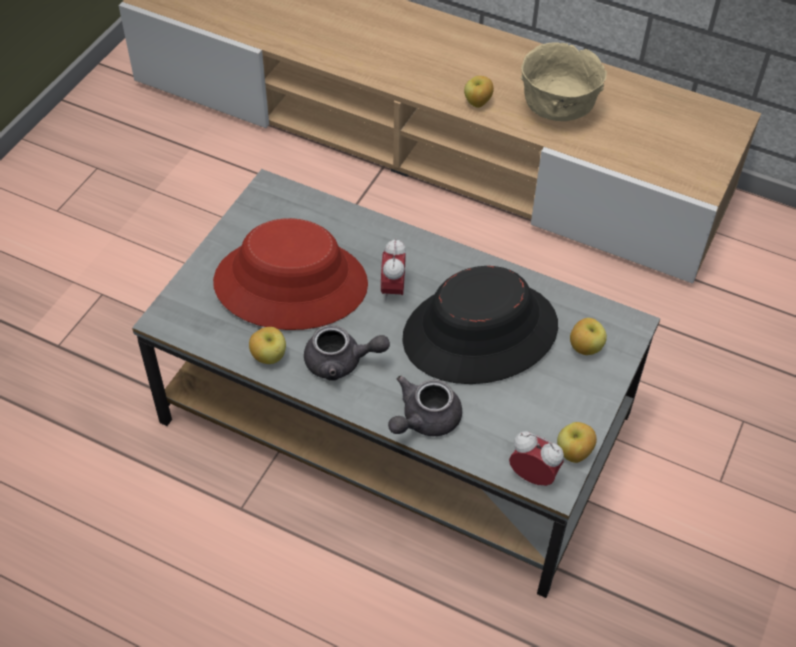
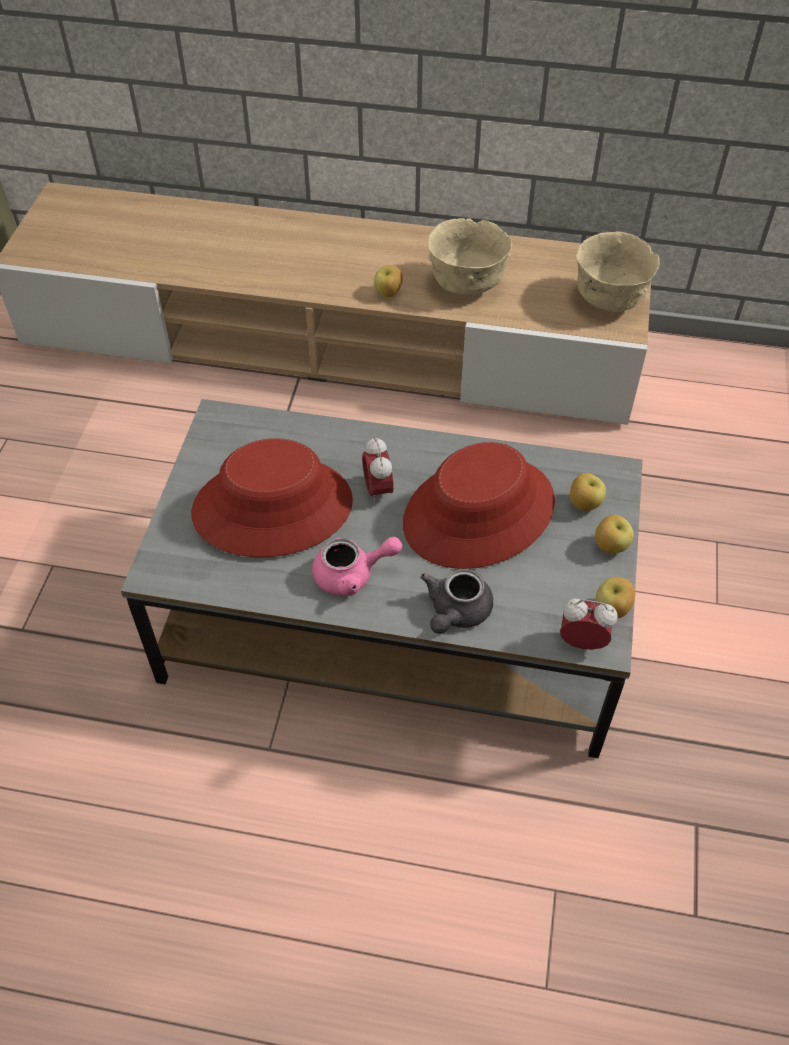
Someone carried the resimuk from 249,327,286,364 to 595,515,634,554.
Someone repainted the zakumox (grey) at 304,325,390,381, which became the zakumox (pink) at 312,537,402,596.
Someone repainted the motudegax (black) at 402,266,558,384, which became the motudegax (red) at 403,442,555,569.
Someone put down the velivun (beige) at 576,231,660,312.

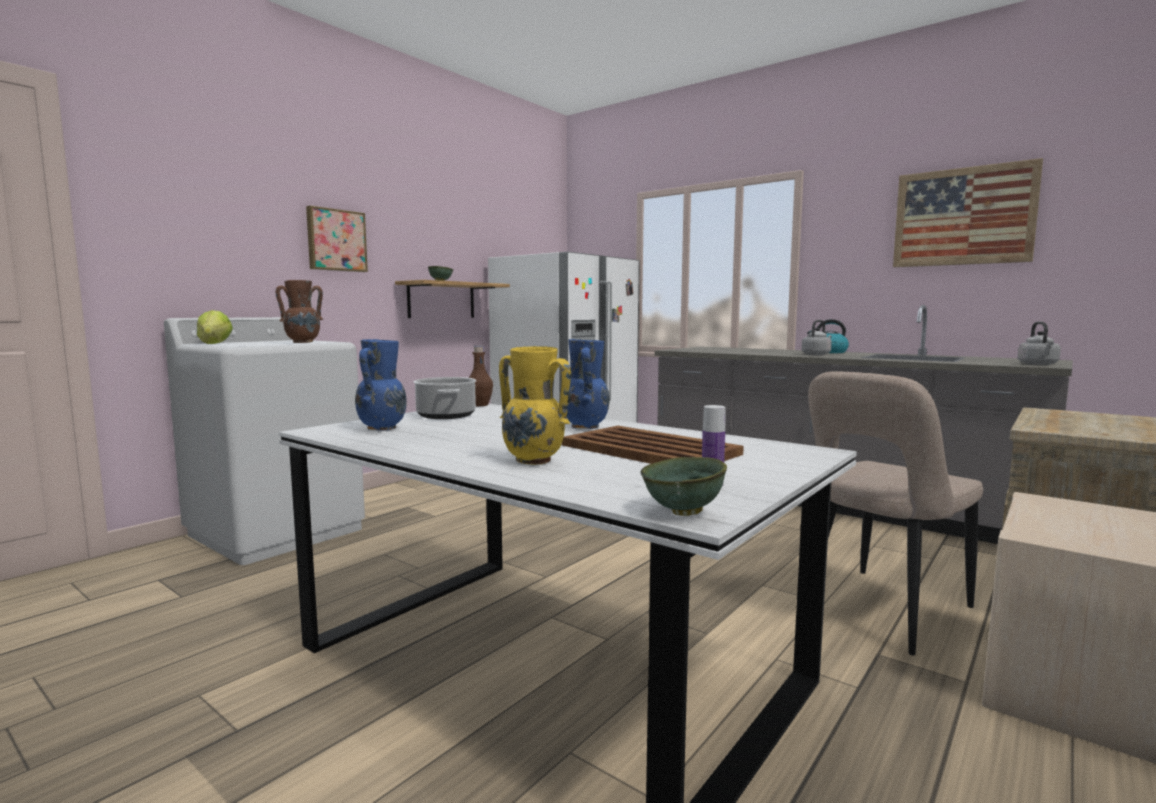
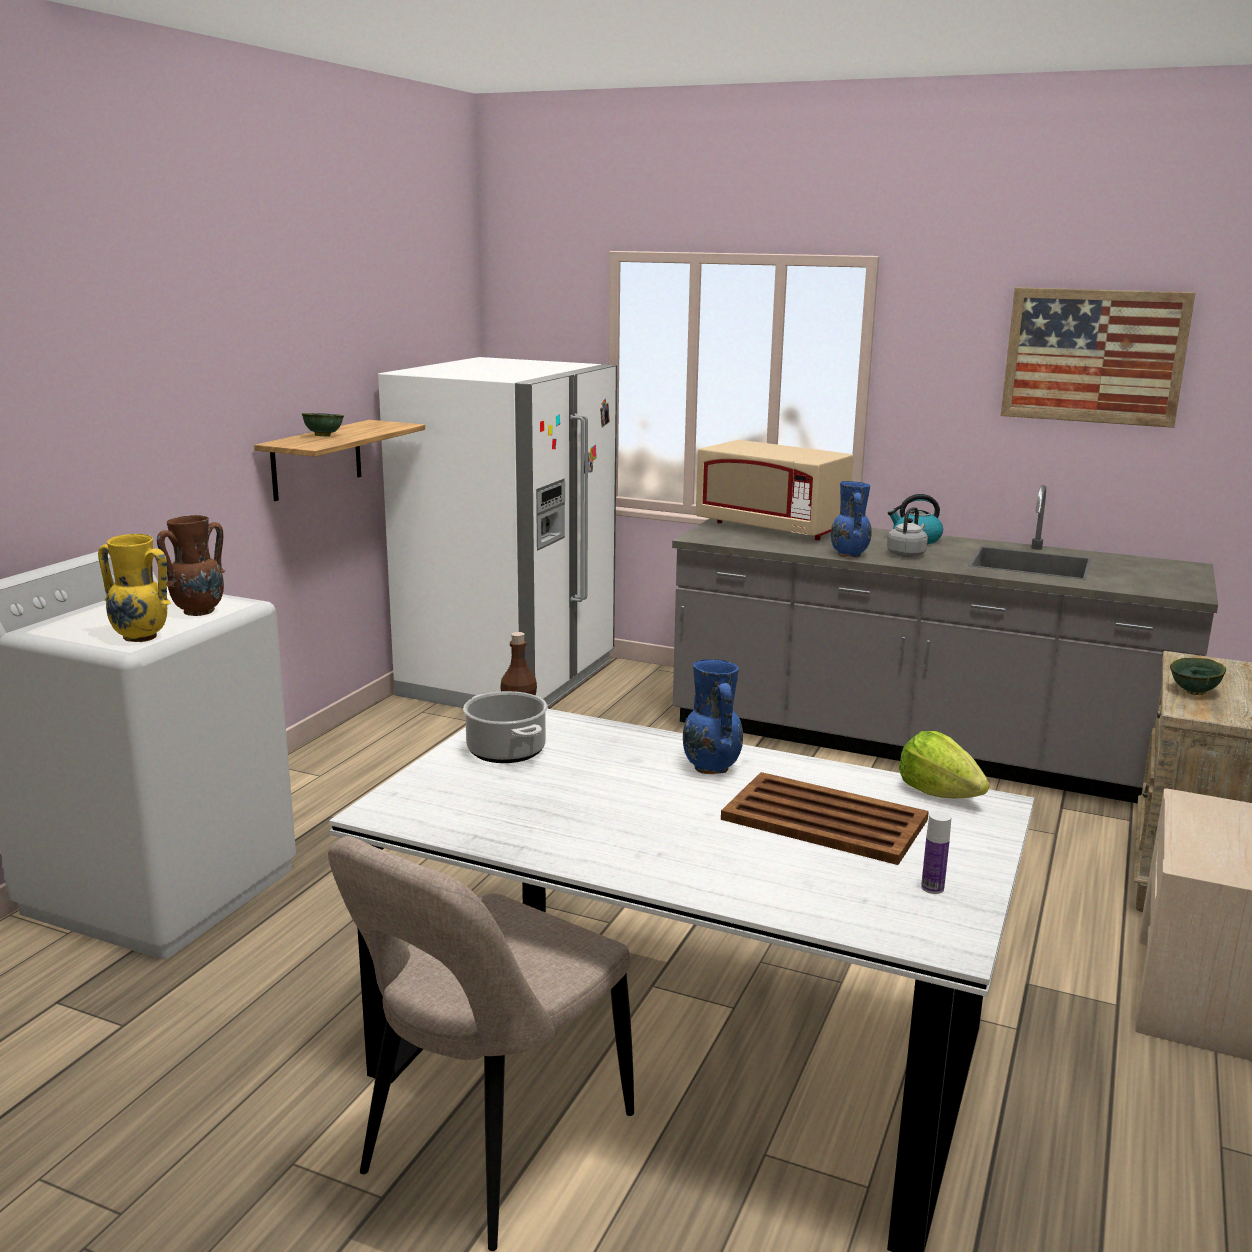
Someone carried the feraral from 197,310,233,344 to 899,731,990,798.
Someone took away the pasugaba at 306,206,368,272.
Someone carried the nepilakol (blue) from 355,339,407,431 to 831,481,872,557.
Someone carried the nepilakol (yellow) from 499,346,571,465 to 98,534,171,642.
Someone carried the velivun (green) from 641,457,727,516 to 1170,658,1226,695.
Someone carried the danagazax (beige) from 808,371,983,655 to 328,836,634,1251.
Someone took away the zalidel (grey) at 1017,321,1061,365.
Someone put down the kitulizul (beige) at 696,440,854,540.

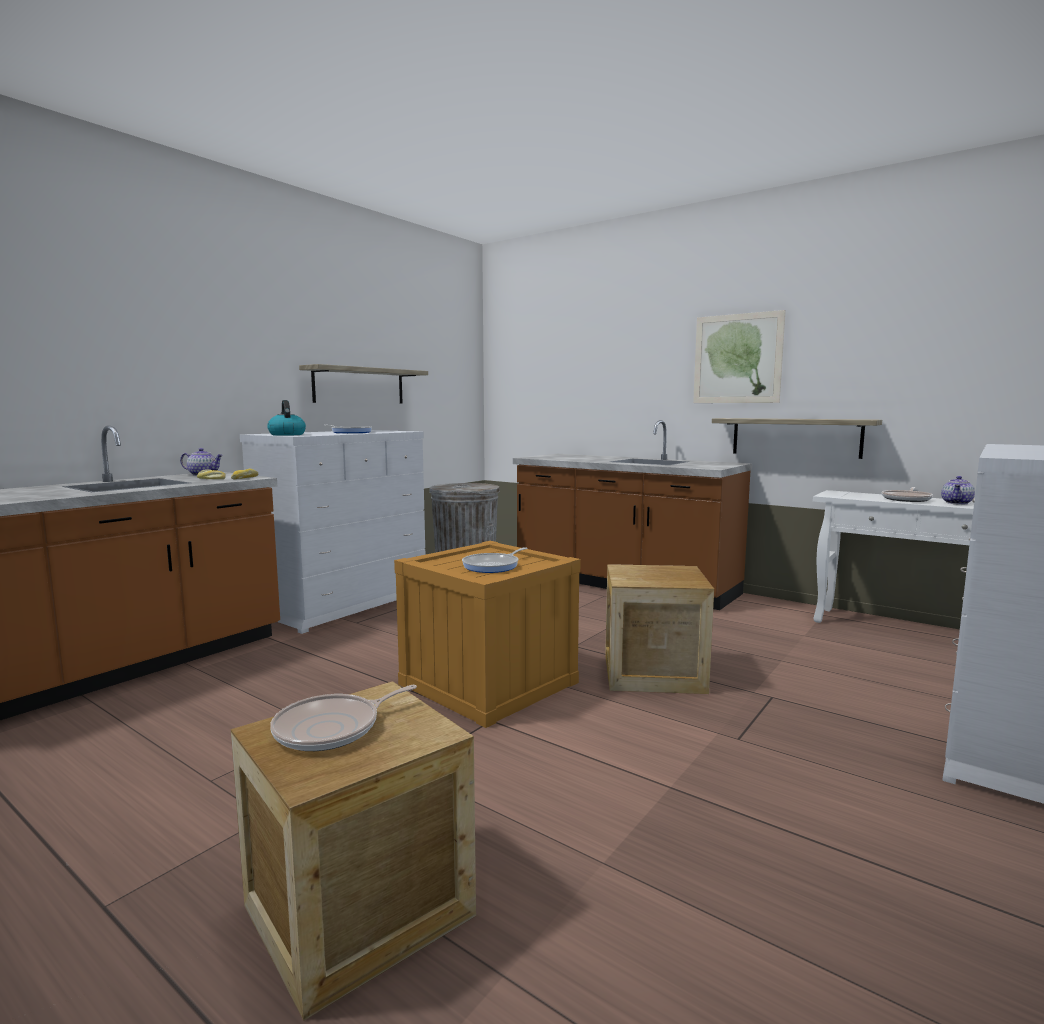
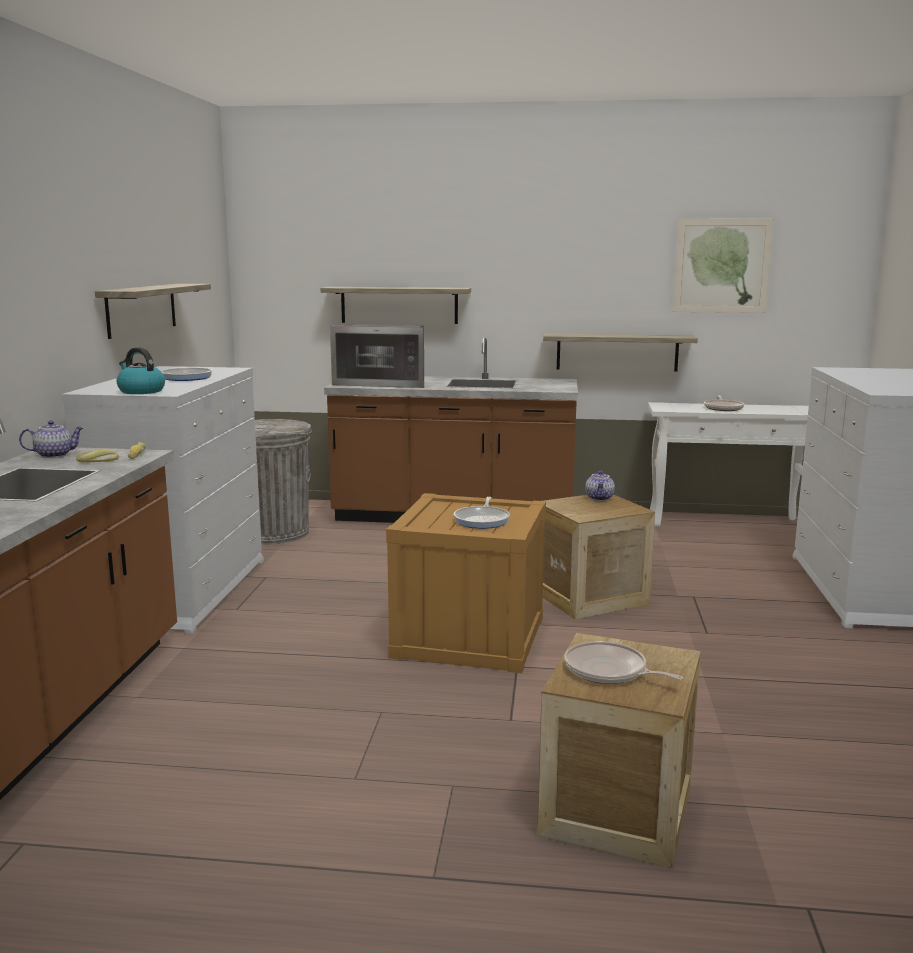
Someone rotated the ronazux at 270,685,417,751 by 105 degrees clockwise.
Someone carried the pasugaba from 693,310,785,403 to 673,219,774,313.
Someone carried the zakumox from 941,476,975,505 to 585,471,615,501.
Someone put up the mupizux at 321,287,471,324.
Someone put down the kitulizul at 330,324,424,388.

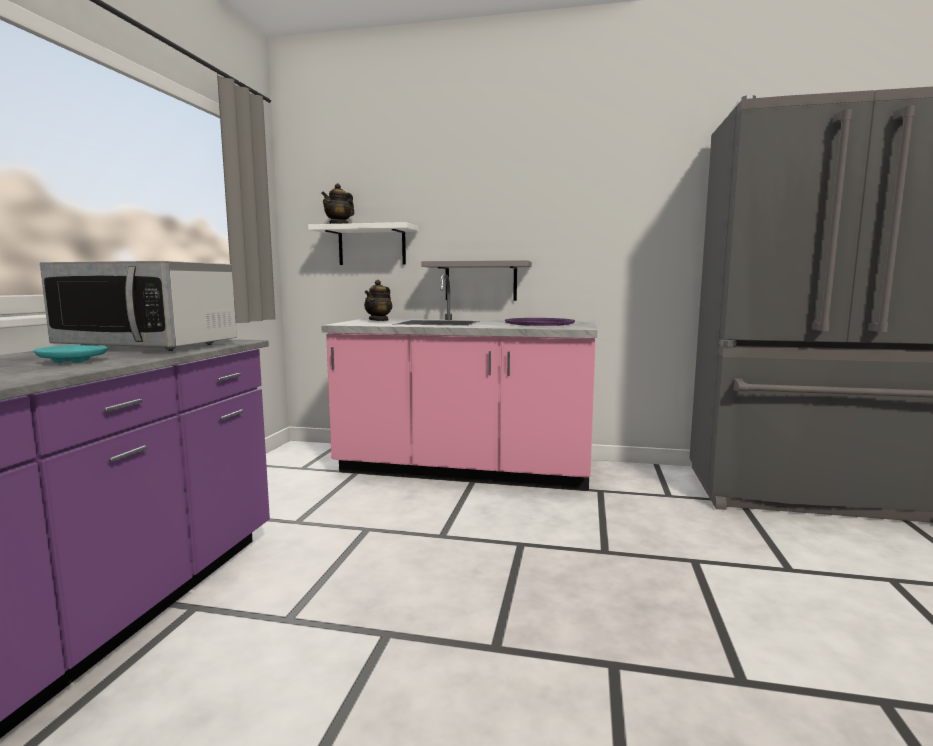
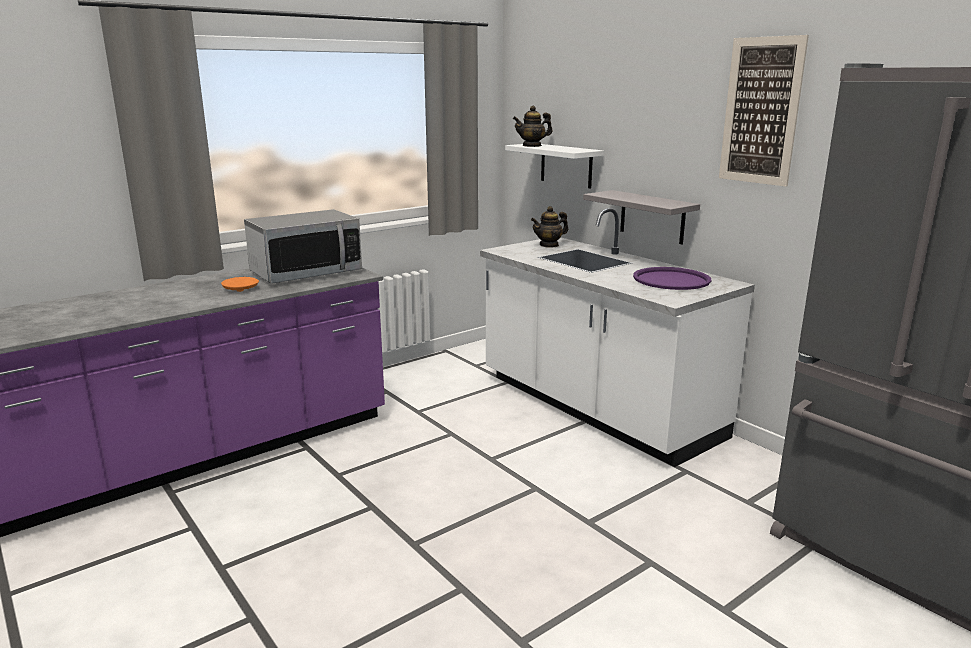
Someone repainted the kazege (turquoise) at 34,345,108,363, which became the kazege (orange) at 221,277,259,292.
Someone rotated the kitulizul at 40,261,237,351 by 90 degrees counterclockwise.
Someone repainted the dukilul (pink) at 321,274,597,491, which became the dukilul (white) at 480,208,755,467.
Someone put up the pasugaba at 719,35,809,187.

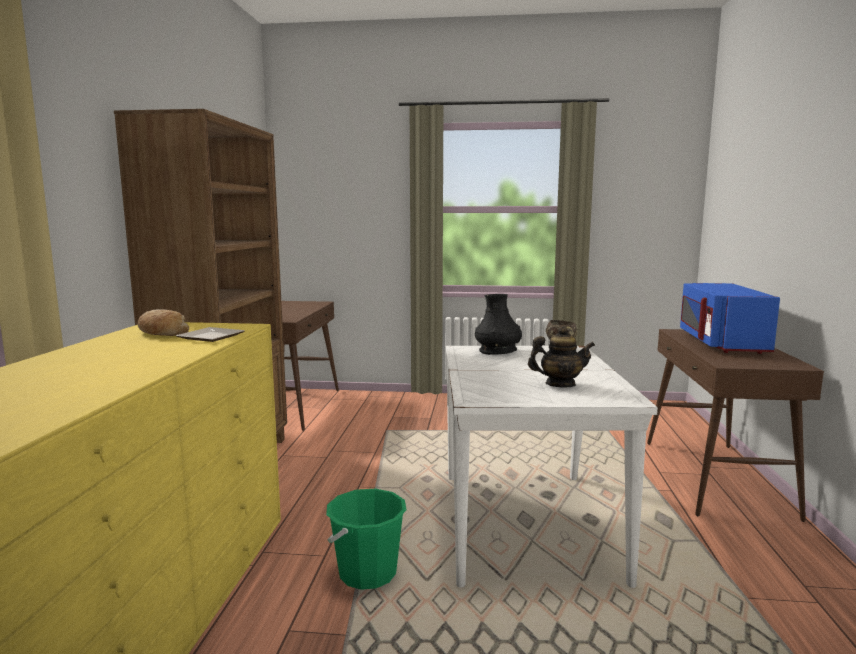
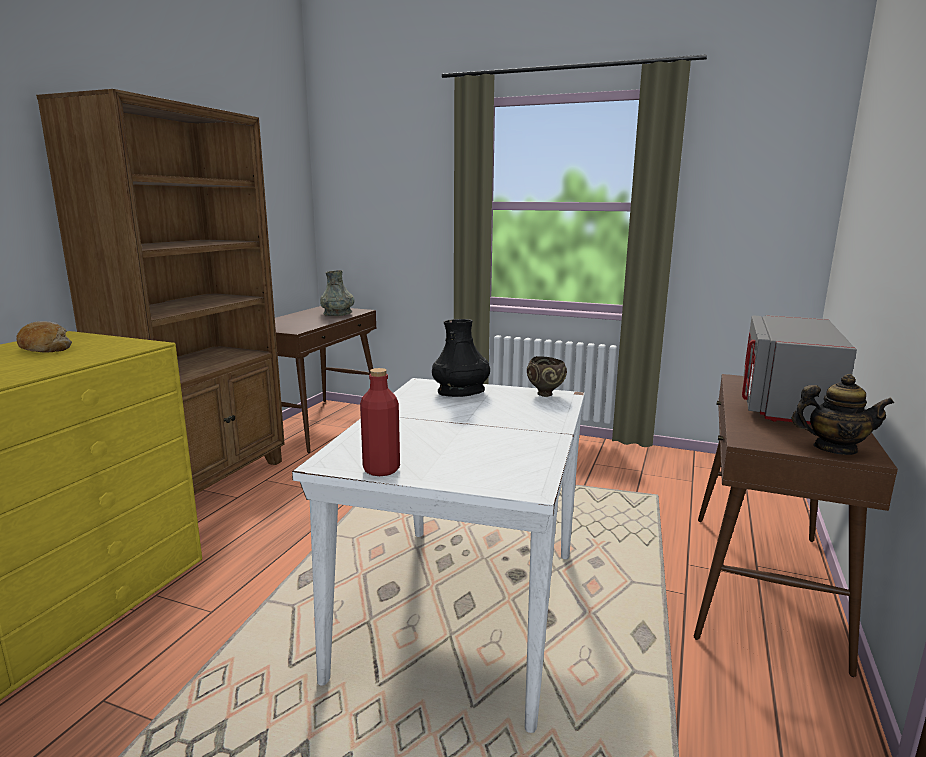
Someone took away the kazege at 176,327,245,342.
Someone took away the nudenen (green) at 326,489,407,590.
Someone carried the zakumox from 528,326,595,387 to 791,374,894,455.
Someone repainted the kitulizul (blue) at 680,283,780,354, which became the kitulizul (grey) at 742,315,857,424.
Someone put down the nepilakol (grey) at 320,270,354,316.
Someone put down the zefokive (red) at 360,368,400,476.

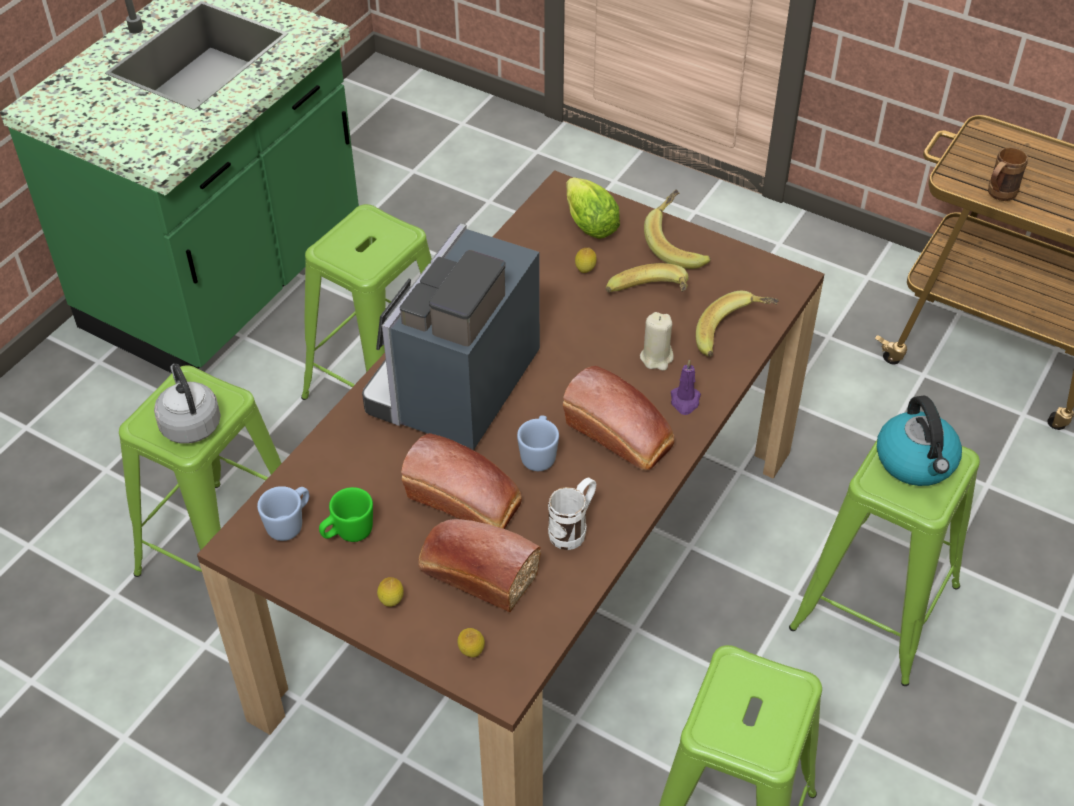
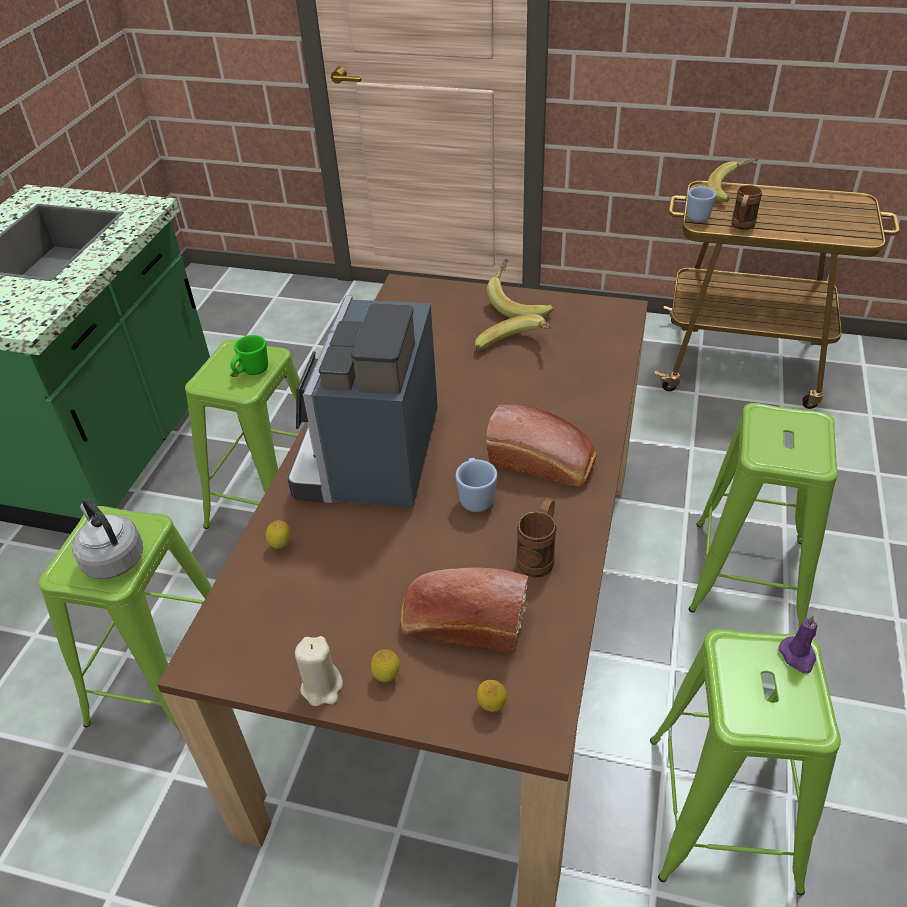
Someone carried the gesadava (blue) from 257,486,309,541 to 687,187,716,222.
Someone carried the gesadava (green) from 319,487,373,542 to 230,335,268,375.
Someone took away the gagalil at 401,433,522,529.
Someone repainted the gesadava (white) at 548,478,596,550, which became the gesadava (brown) at 516,499,556,578.
Someone took away the feraral at 566,177,620,239.
Someone carried the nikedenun from 575,248,597,273 to 266,520,291,549.
Someone carried the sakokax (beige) from 640,312,674,371 to 295,636,343,706.
Someone carried the sakokax (purple) from 671,359,701,415 to 778,615,817,674.
Someone carried the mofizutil from 696,291,779,357 to 707,158,759,202.
Someone took away the zalidel at 877,396,962,486.

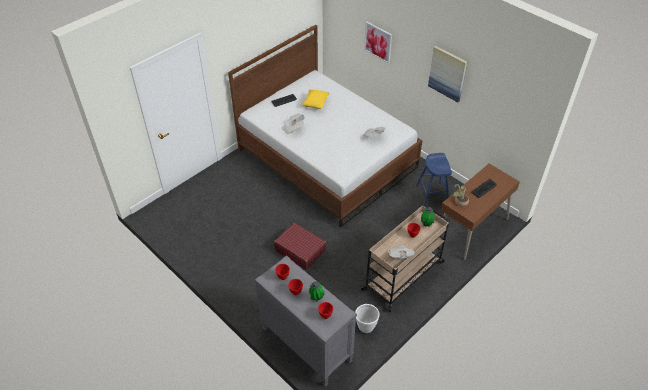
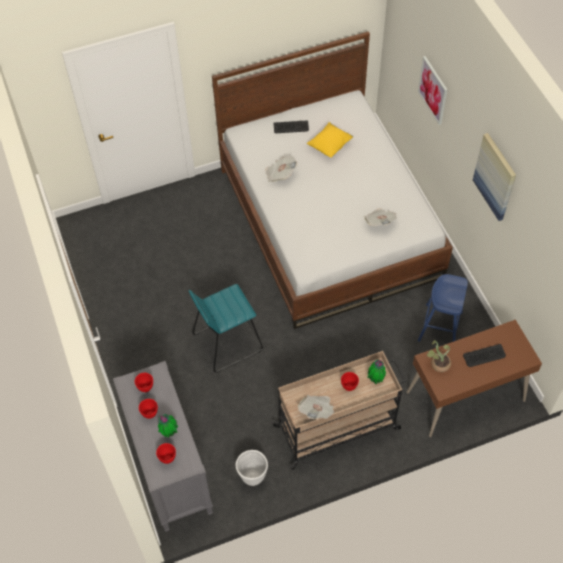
Someone swapped the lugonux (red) at 274,223,326,270 for the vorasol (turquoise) at 189,284,263,373.

